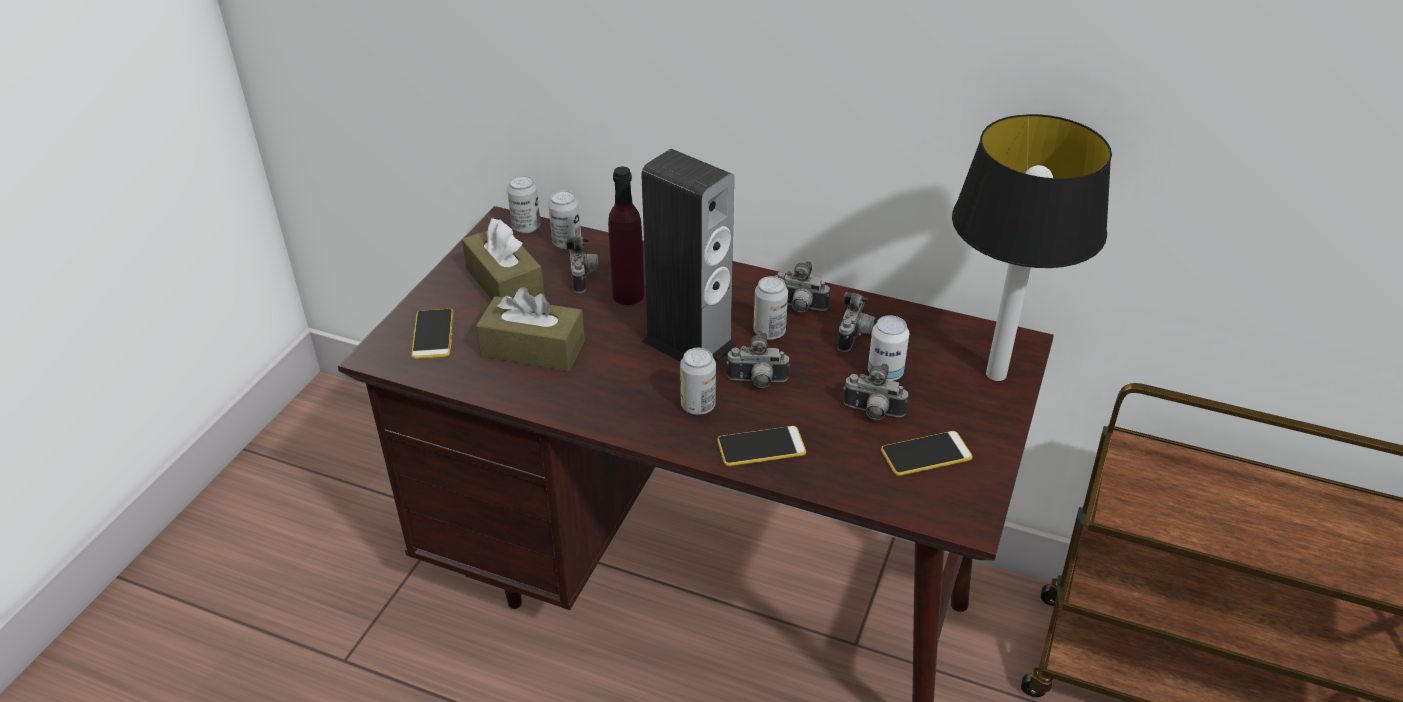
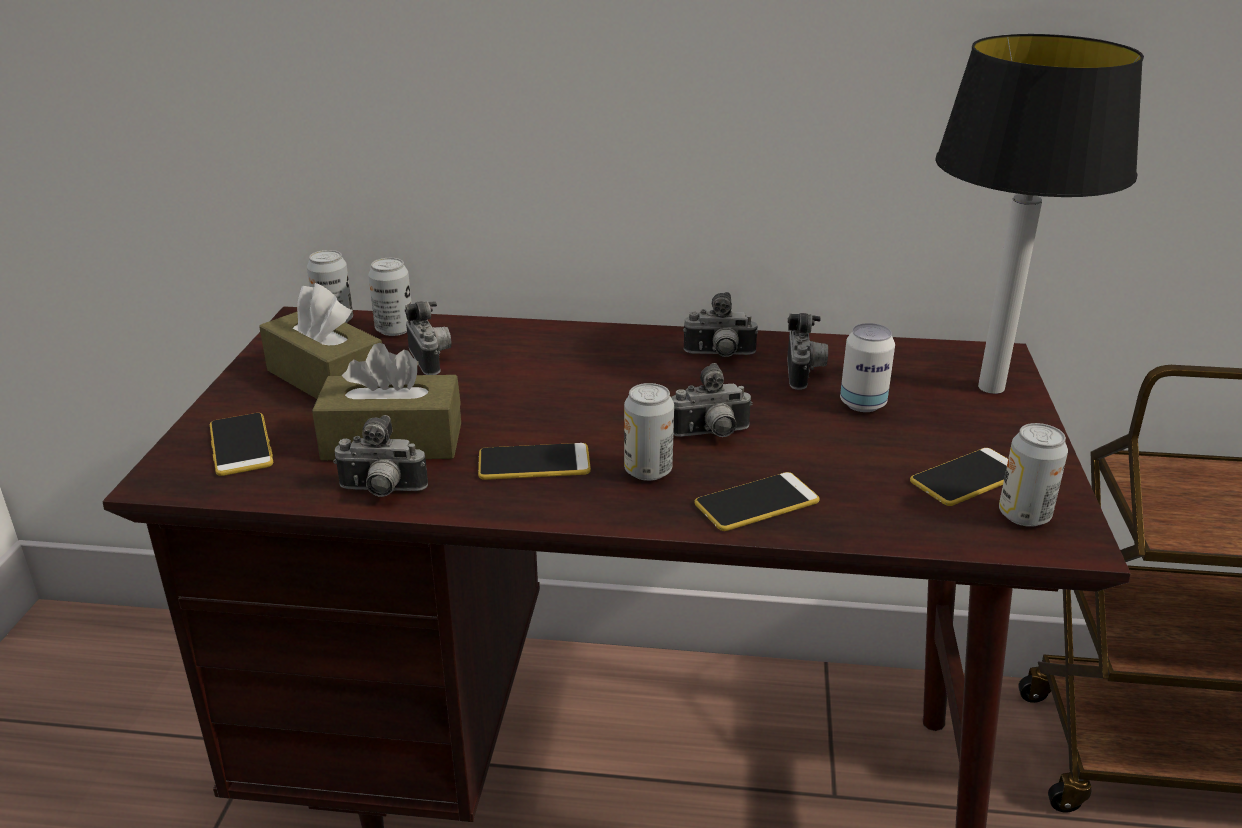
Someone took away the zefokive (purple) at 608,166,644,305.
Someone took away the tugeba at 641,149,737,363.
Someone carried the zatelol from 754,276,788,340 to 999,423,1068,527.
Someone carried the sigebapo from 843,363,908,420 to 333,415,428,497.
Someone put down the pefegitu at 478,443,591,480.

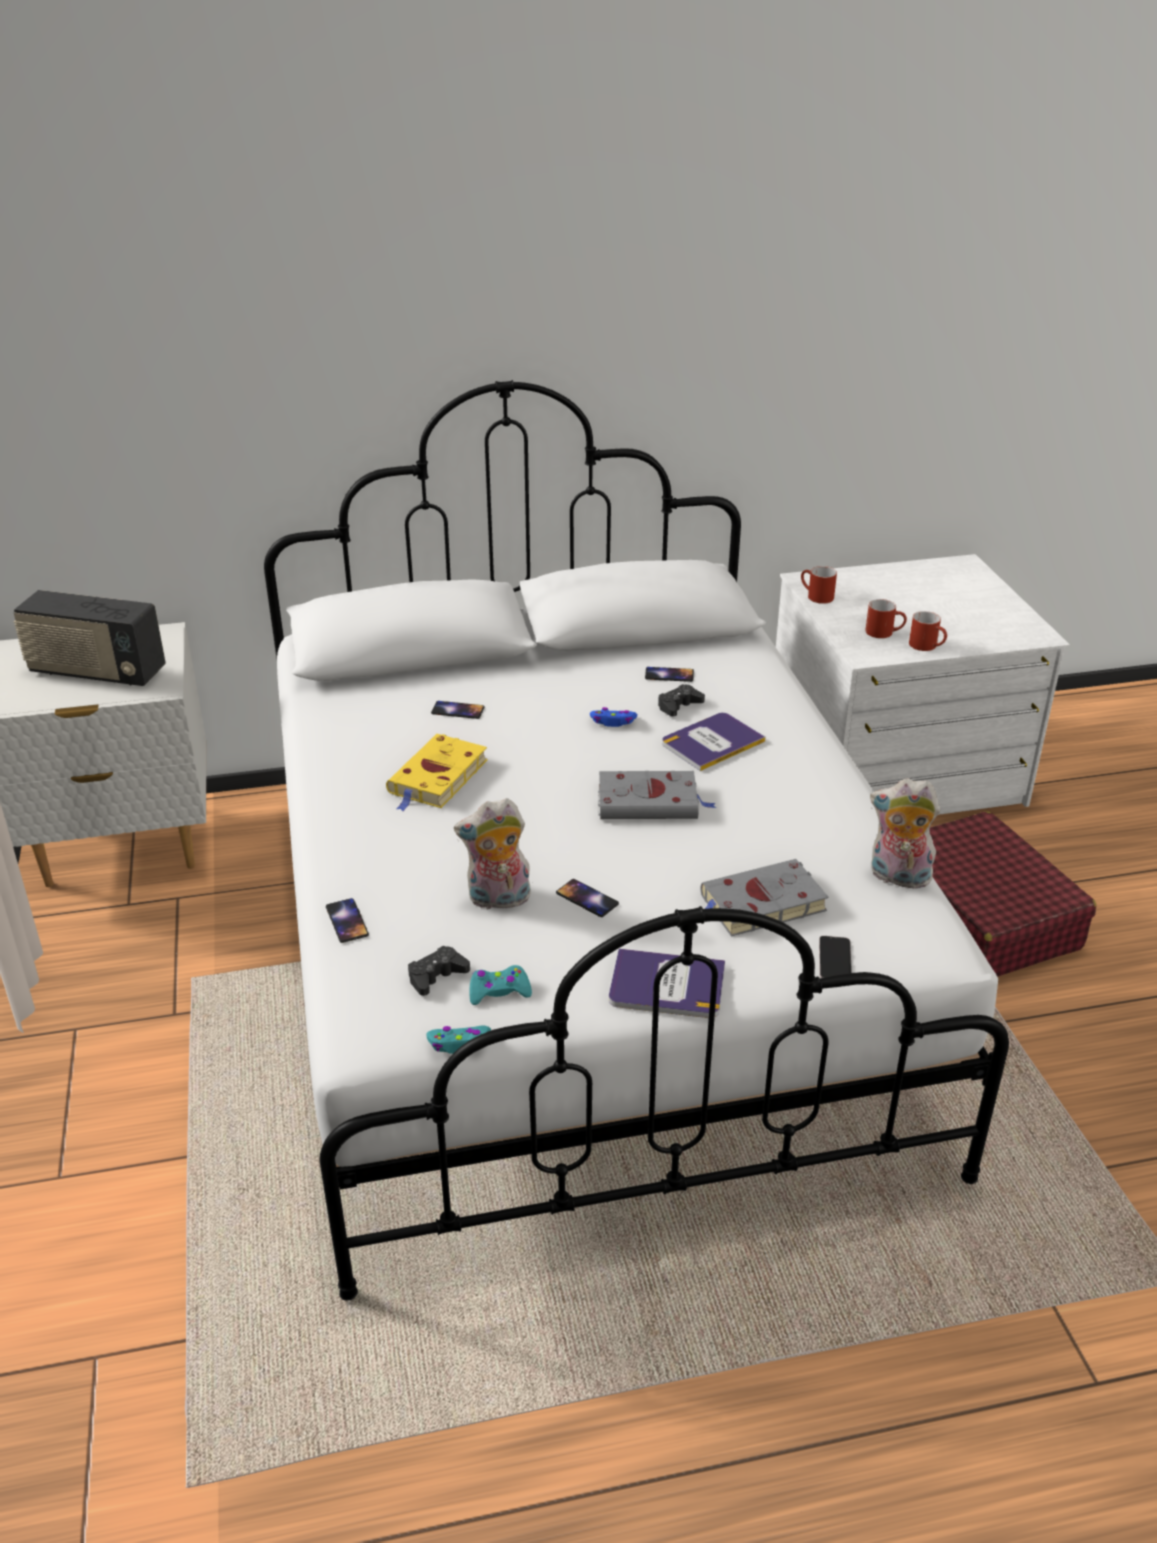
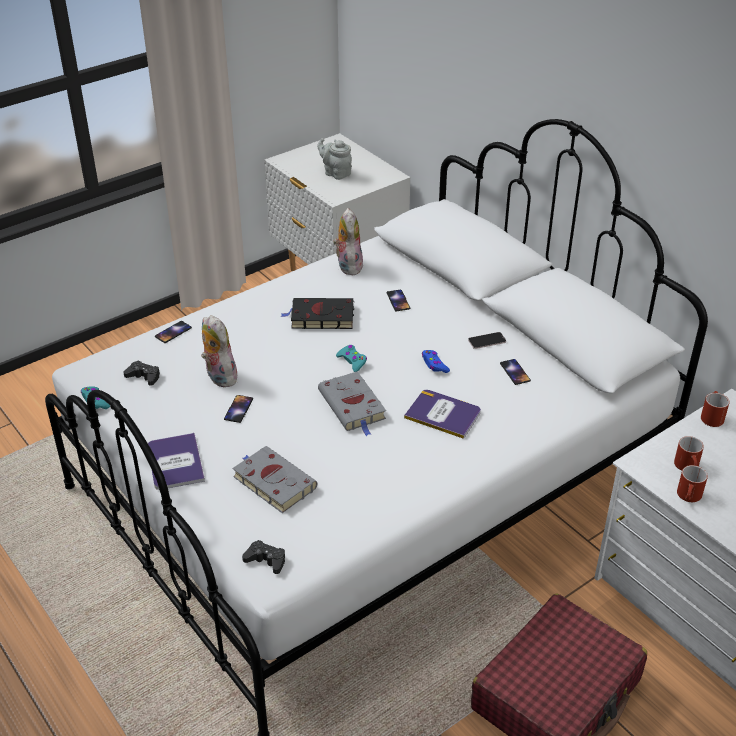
Someone swapped the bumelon at 14,590,166,686 for the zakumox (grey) at 317,138,352,180.
Someone repainted the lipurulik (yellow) at 386,734,488,811, which became the lipurulik (black) at 280,298,354,329.
Someone carried the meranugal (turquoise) from 469,965,532,1005 to 336,345,367,372.
Someone carried the meranugal (black) from 658,684,705,716 to 242,540,285,574.
Someone carried the pefegitu from 819,936,852,978 to 468,332,506,349.
Someone carried the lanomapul from 870,778,940,888 to 333,208,363,275.

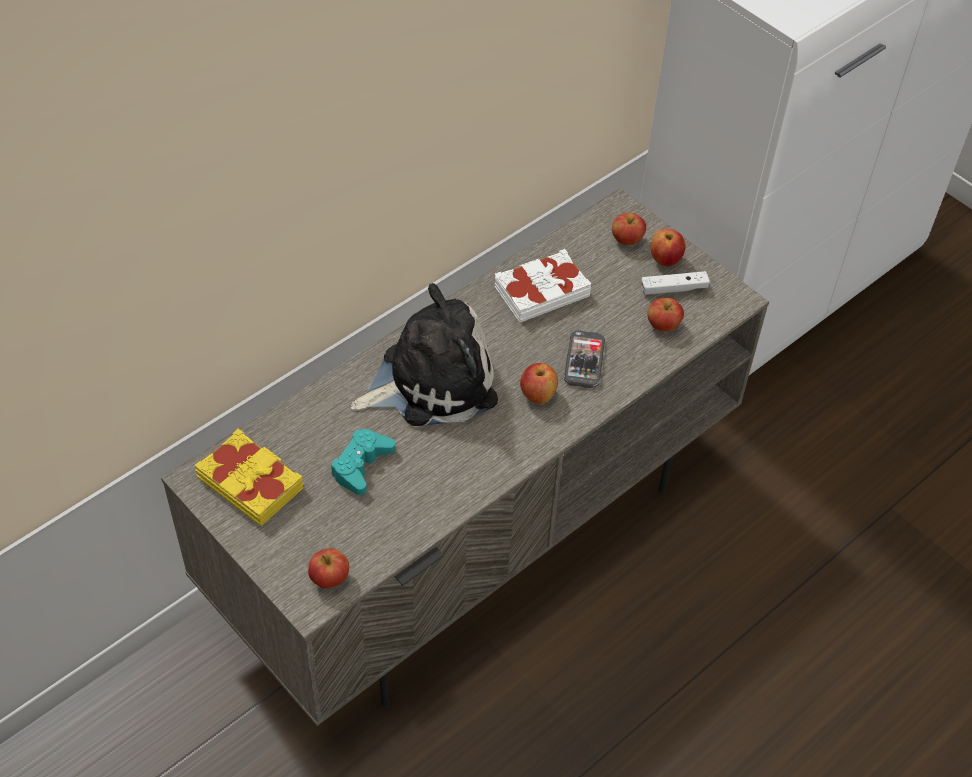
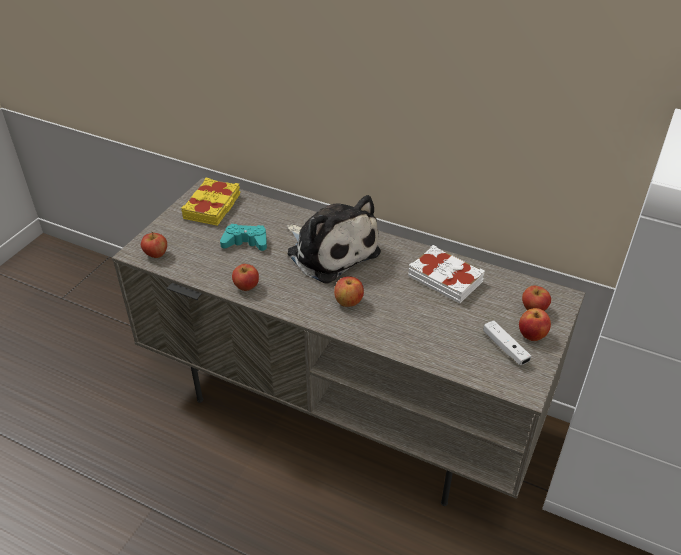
Someone took away the pefegitu at 564,330,605,388.
Someone carried the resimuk from 647,298,684,332 to 232,264,259,291.

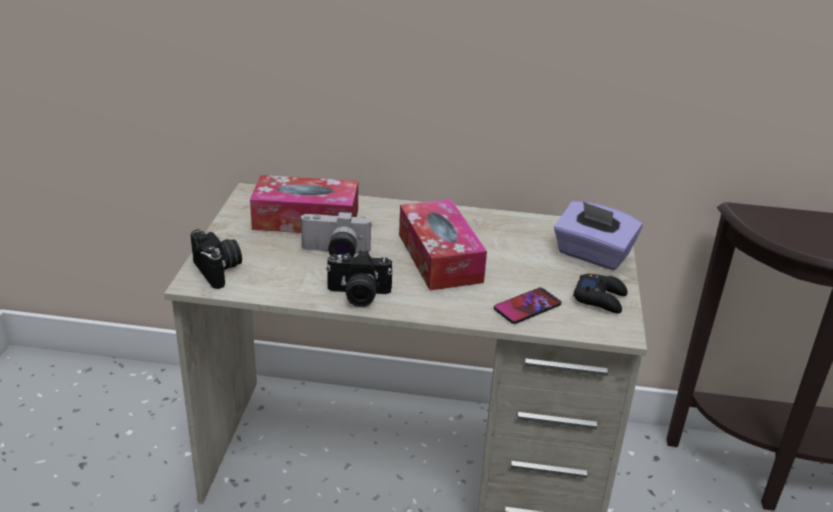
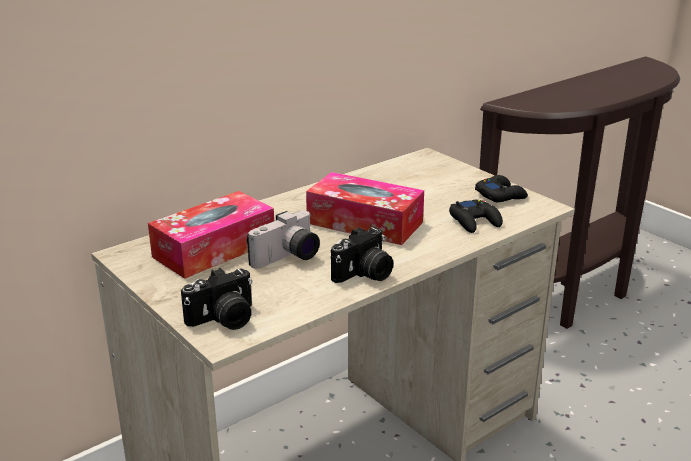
Someone rotated the sigebapo at 190,229,242,289 by 135 degrees clockwise.
Someone swapped the pefegitu at 494,288,561,324 for the meranugal (black) at 449,199,503,233.
Someone took away the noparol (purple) at 554,201,643,270.

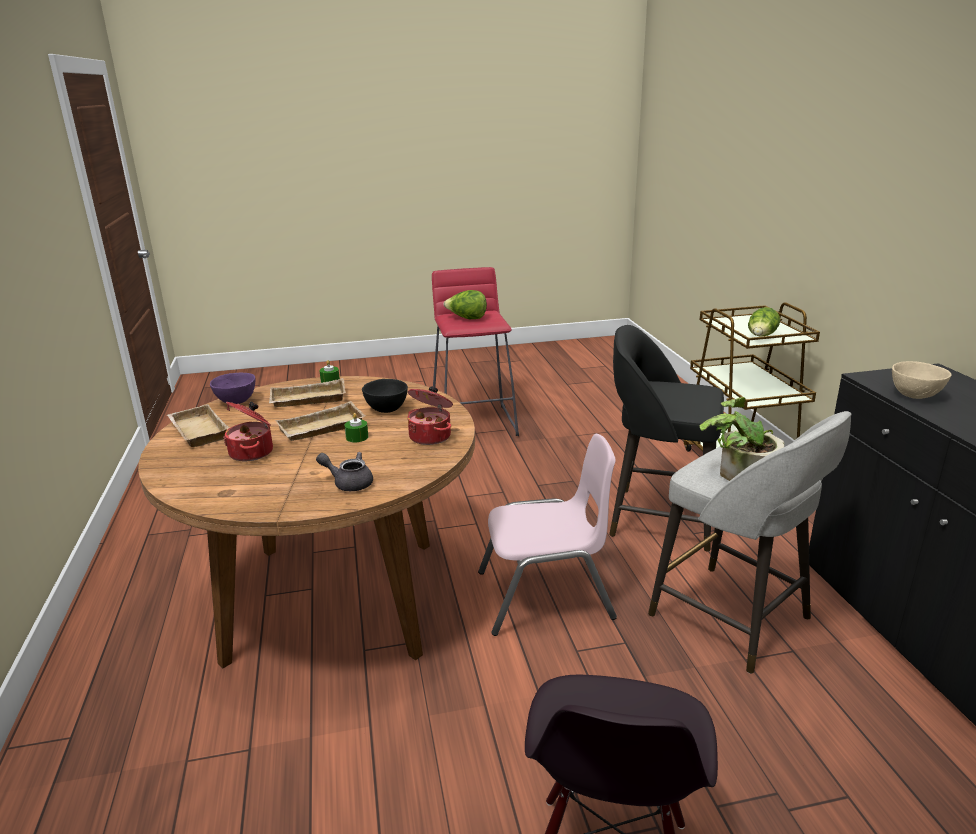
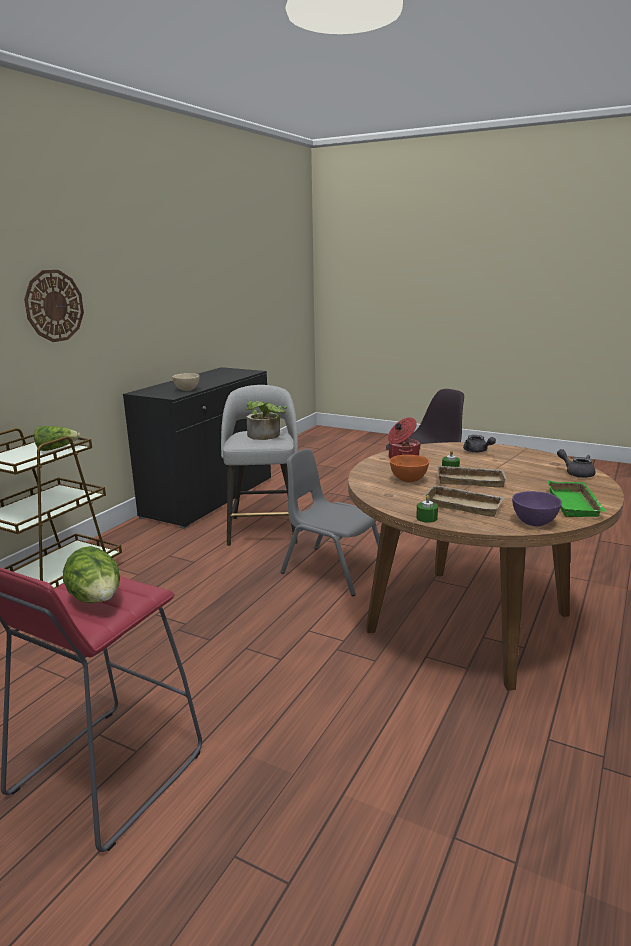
Someone repainted the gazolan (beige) at 167,404,229,447, which became the gazolan (green) at 547,480,607,517.
Someone took away the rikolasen at 223,402,273,461.
Someone repainted the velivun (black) at 362,379,408,413, which became the velivun (orange) at 390,455,429,482.
Someone repainted the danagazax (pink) at 478,434,617,636, which became the danagazax (grey) at 280,449,380,596.
Someone took away the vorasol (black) at 609,325,724,552.
Someone put up the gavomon at 24,270,84,342.
Someone put down the zakumox (grey) at 557,449,595,478.

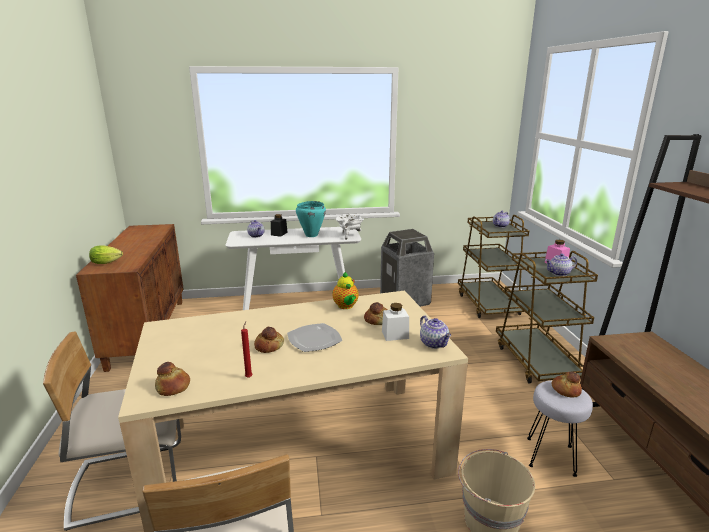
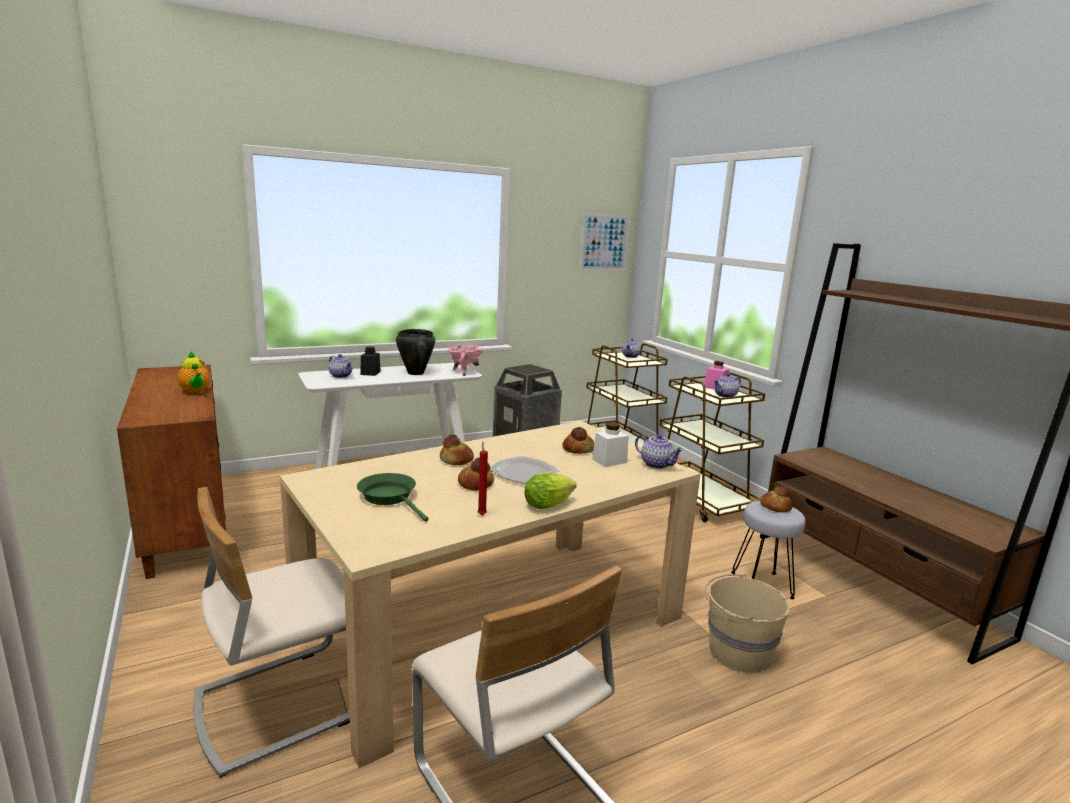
Someone carried the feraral from 89,246,123,264 to 524,473,576,509.
Someone carried the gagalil from 155,362,190,396 to 440,434,474,465.
Someone repainted the rikolasen (turquoise) at 296,201,326,237, which became the rikolasen (black) at 396,329,435,375.
Someone carried the zakumox from 332,272,359,309 to 178,352,210,394.
Someone repainted the rikolasen (white) at 336,214,364,240, which became the rikolasen (pink) at 448,345,484,376.
Someone put down the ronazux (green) at 357,473,429,522.
Someone put up the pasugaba at 579,213,630,271.

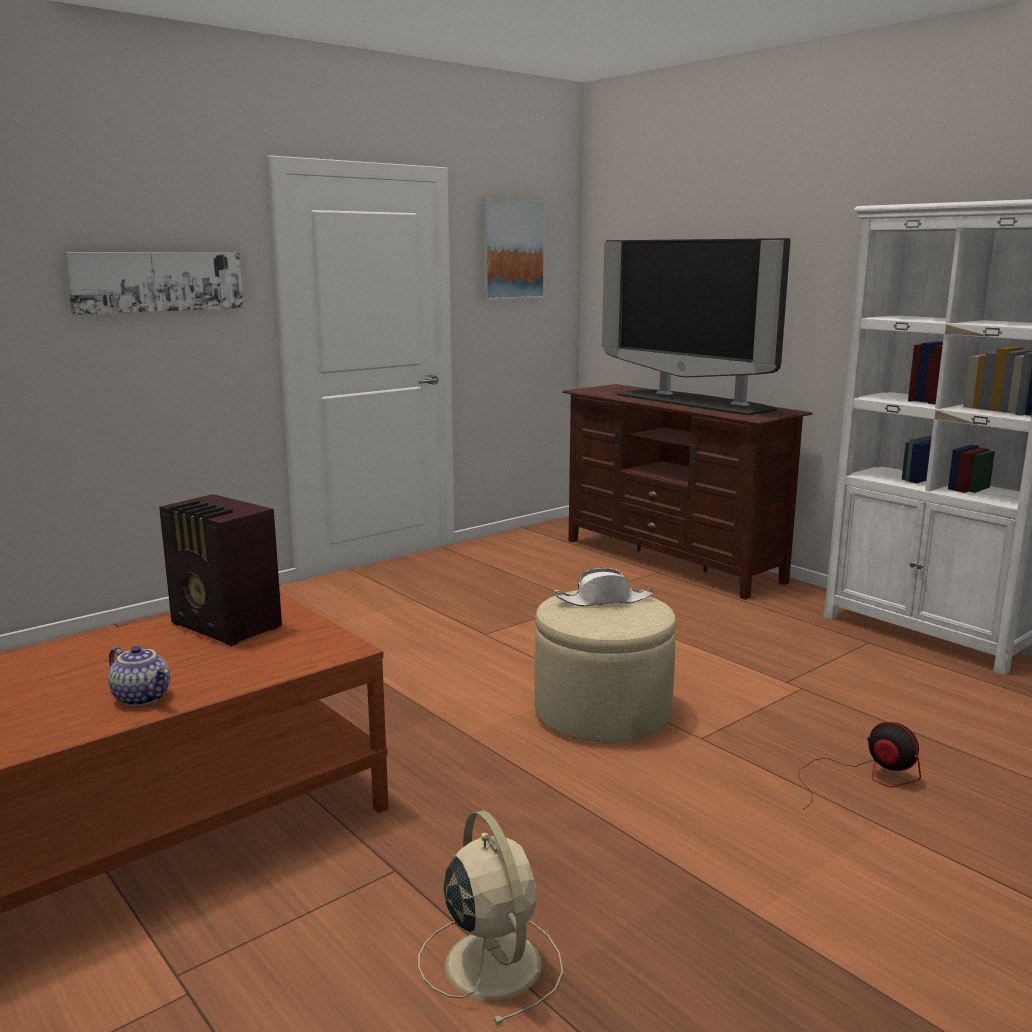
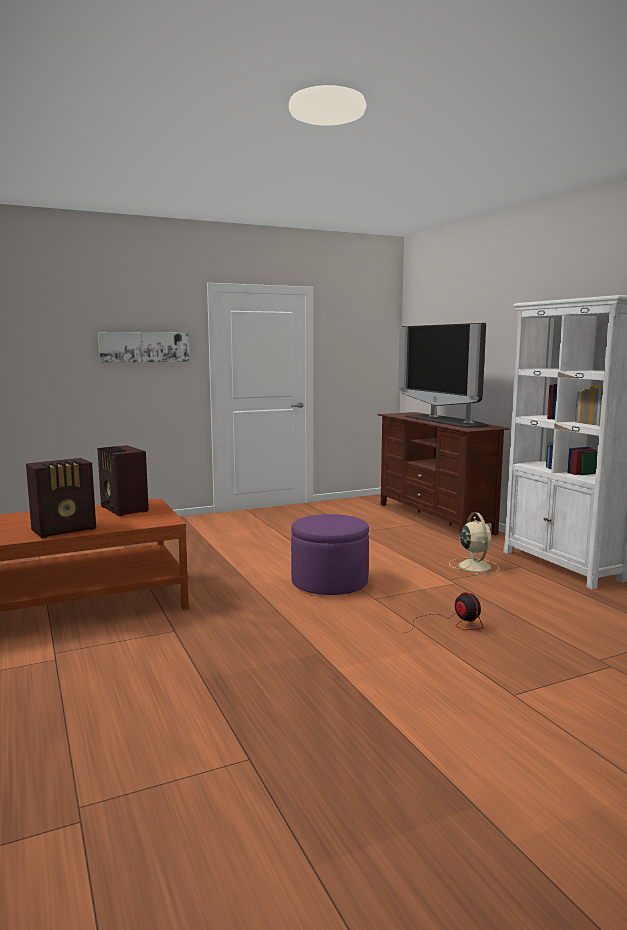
Someone swapped the zakumox at 108,646,170,706 for the bumelon at 26,458,96,538.
Someone carried the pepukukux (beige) from 418,810,563,1025 to 449,512,499,576.
Someone took away the pasugaba at 481,199,546,300.
Someone repainted the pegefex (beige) at 535,590,676,743, which became the pegefex (purple) at 291,514,369,595.
Someone took away the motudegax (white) at 554,568,654,606.

